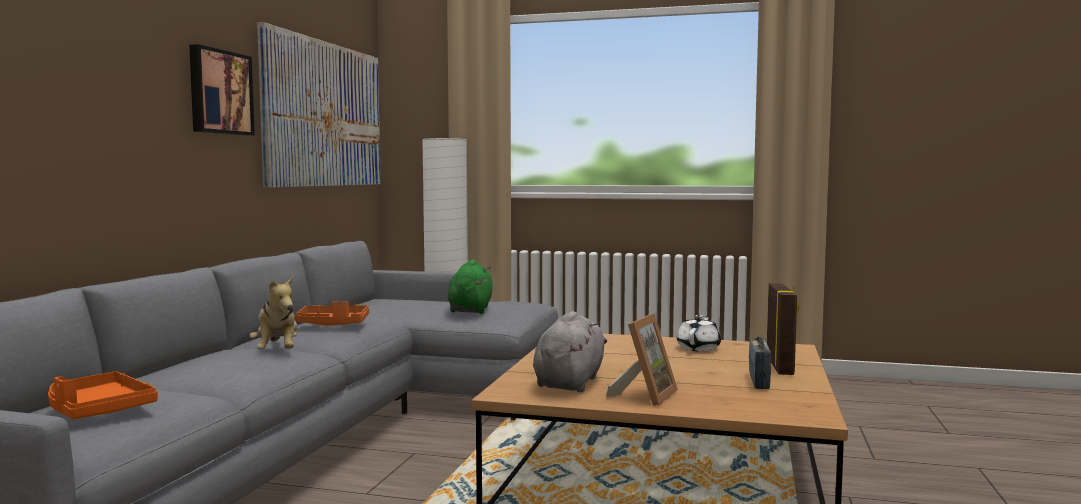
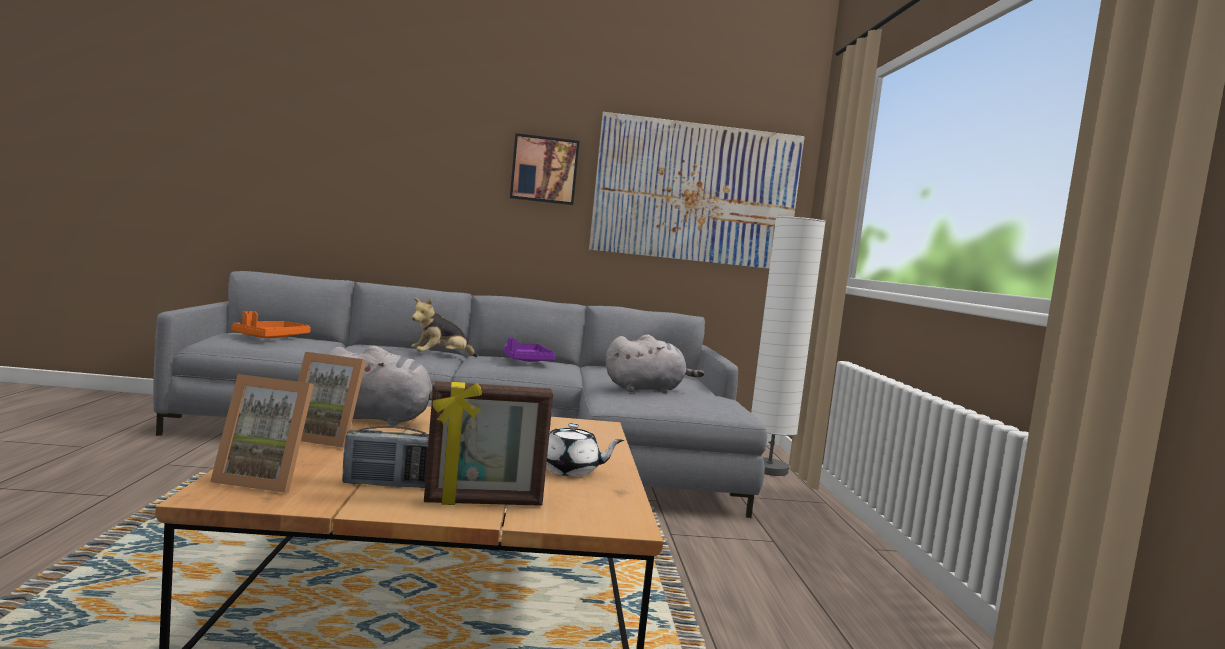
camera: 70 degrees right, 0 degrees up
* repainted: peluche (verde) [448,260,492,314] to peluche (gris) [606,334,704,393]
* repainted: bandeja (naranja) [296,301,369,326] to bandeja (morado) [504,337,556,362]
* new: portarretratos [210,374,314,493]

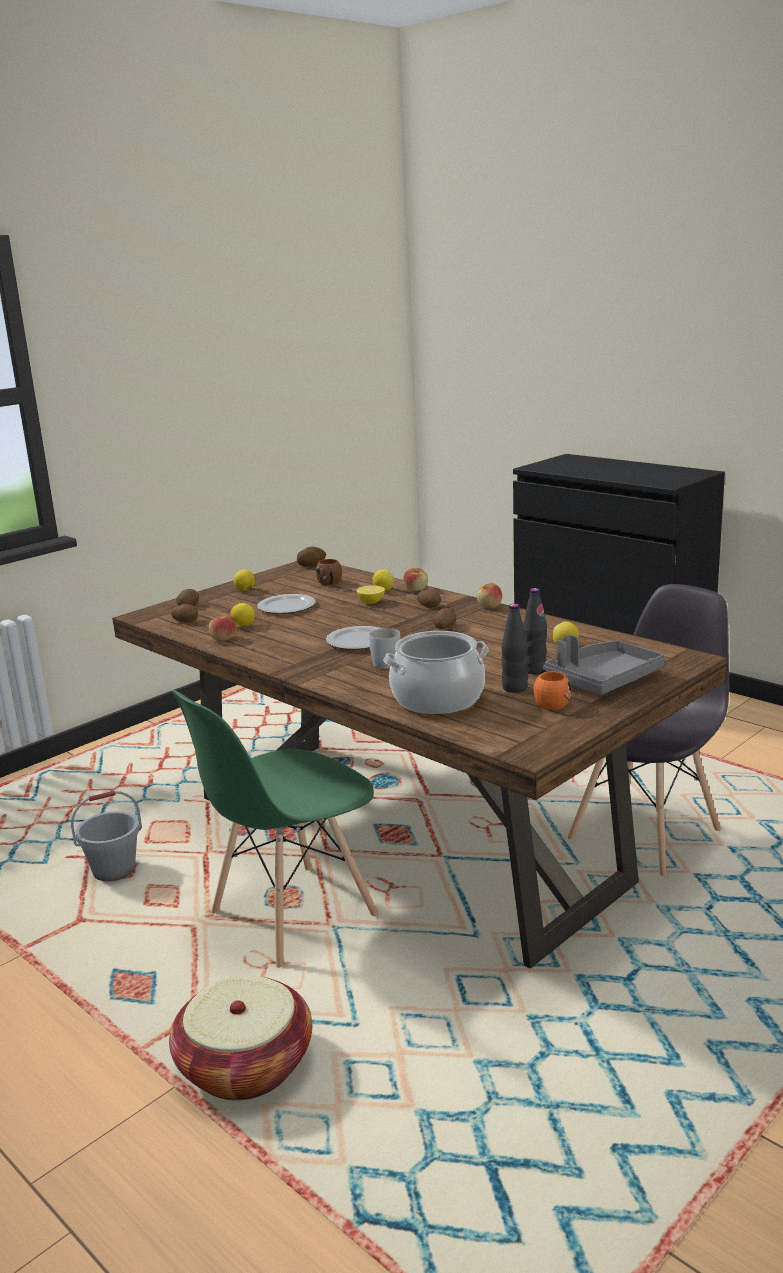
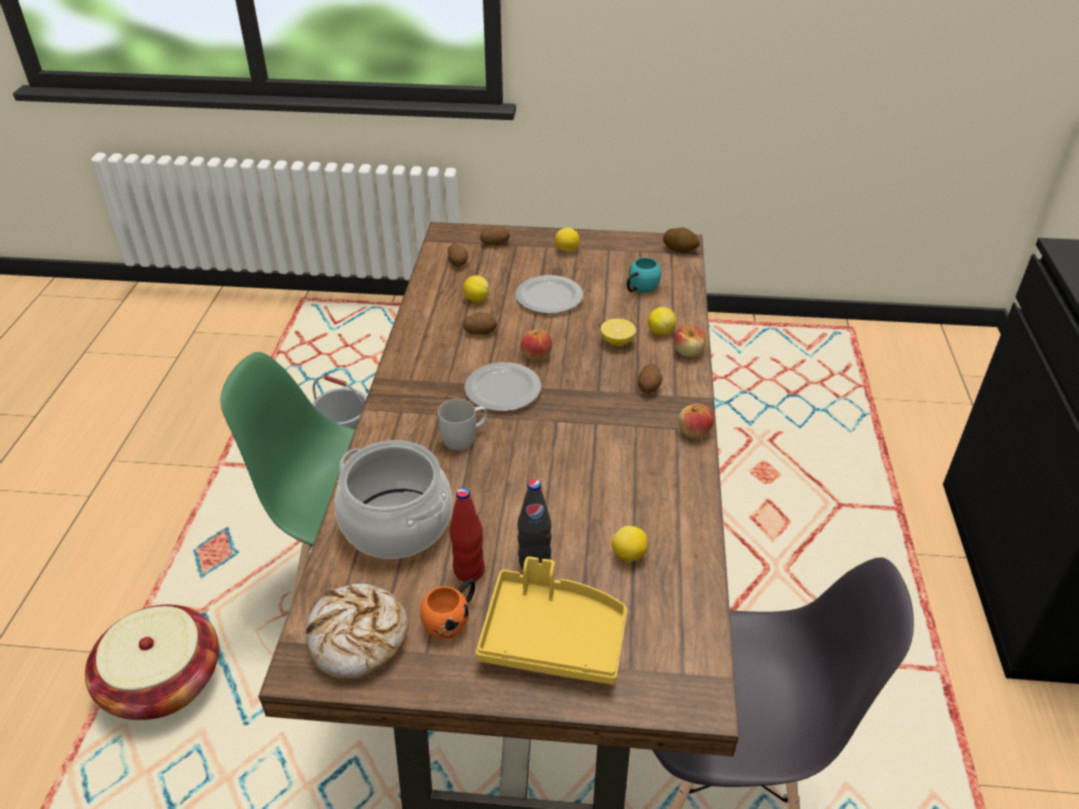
camera: 50 degrees right, 20 degrees up
* repainted: taza grande (marrón) [316,559,342,585] to taza grande (turquesa) [627,258,661,293]
* repainted: botella (negro) [501,604,528,693] to botella (rojo) [450,488,485,582]
* shifted: patata [434,608,456,629] to [464,312,497,334]
* shifted: manzana [209,615,236,641] to [520,330,552,360]
* repainted: bandeja (gris) [543,635,665,695] to bandeja (amarillo) [476,556,627,685]
* new: pan [306,584,408,679]

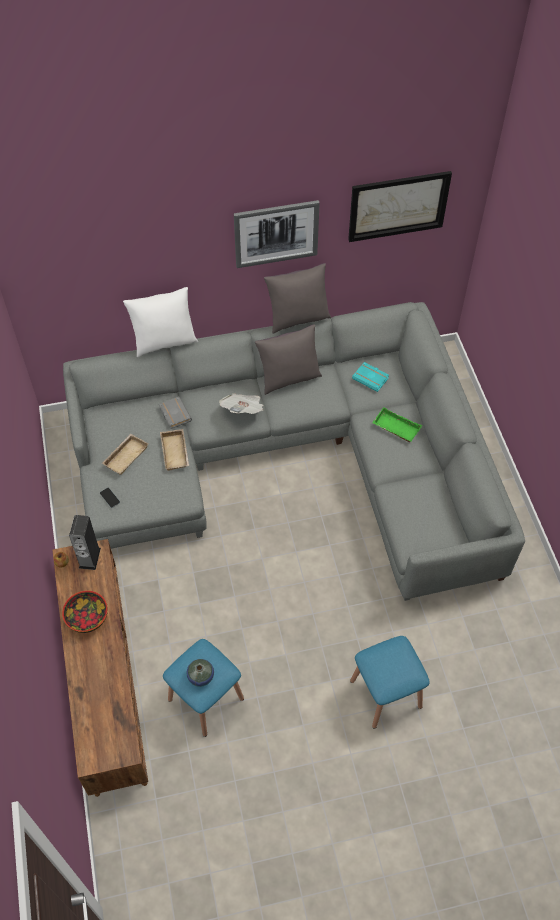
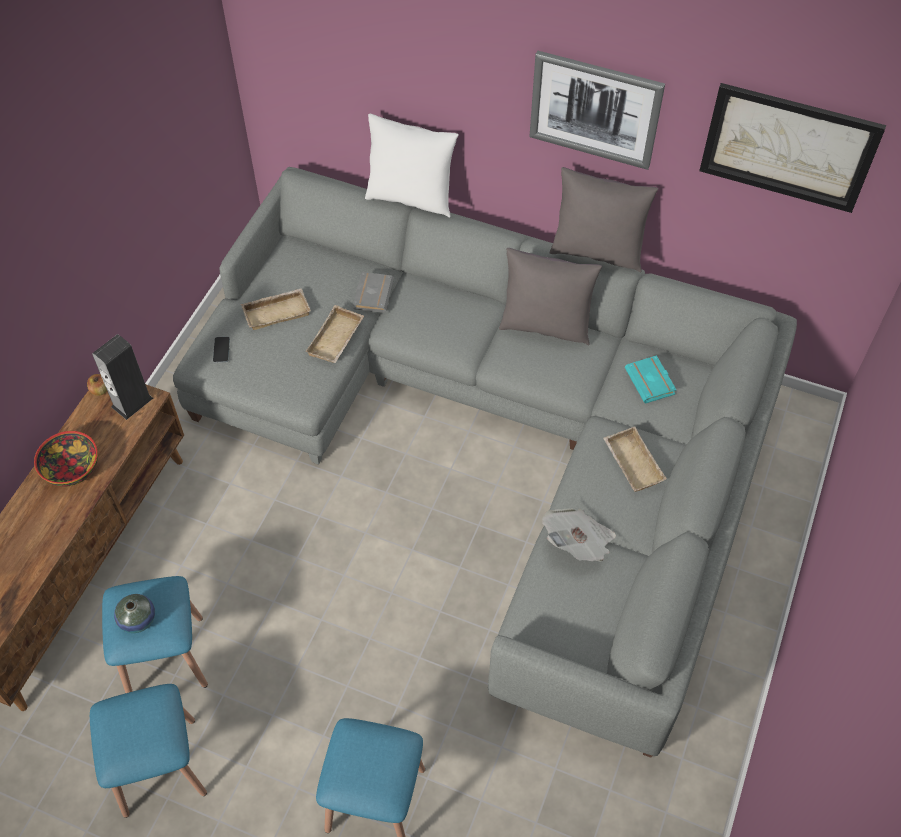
camera: 35 degrees right, 0 degrees up
* shifted: periódico [219,393,264,414] to [542,508,616,562]
* repainted: bandeja (verde) [372,407,422,442] to bandeja (beis) [603,427,667,492]
* new: taburete (azul) [90,684,207,818]

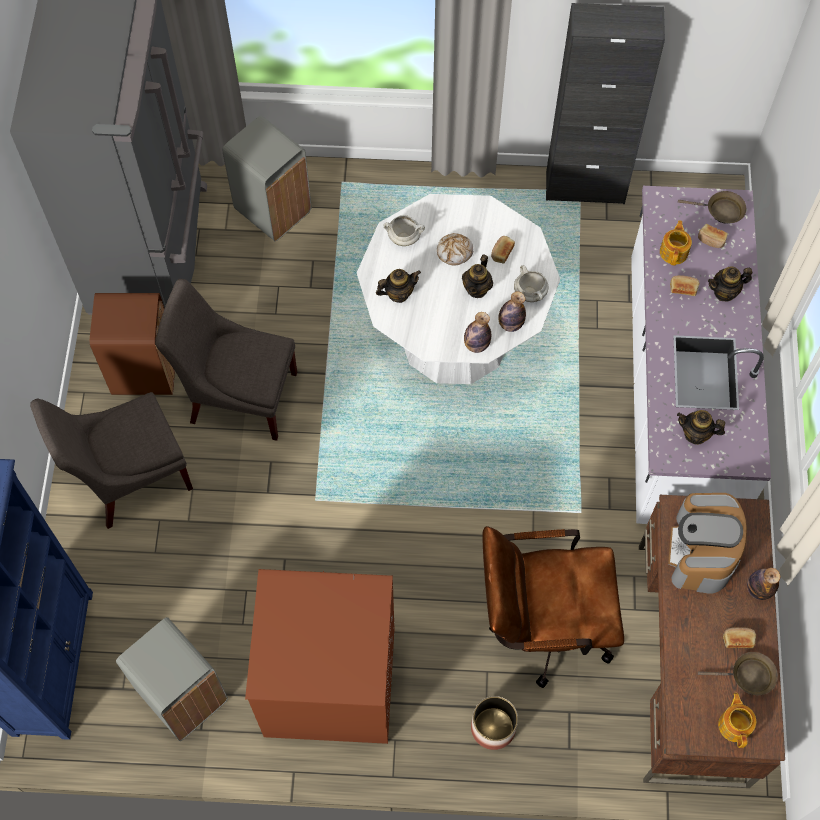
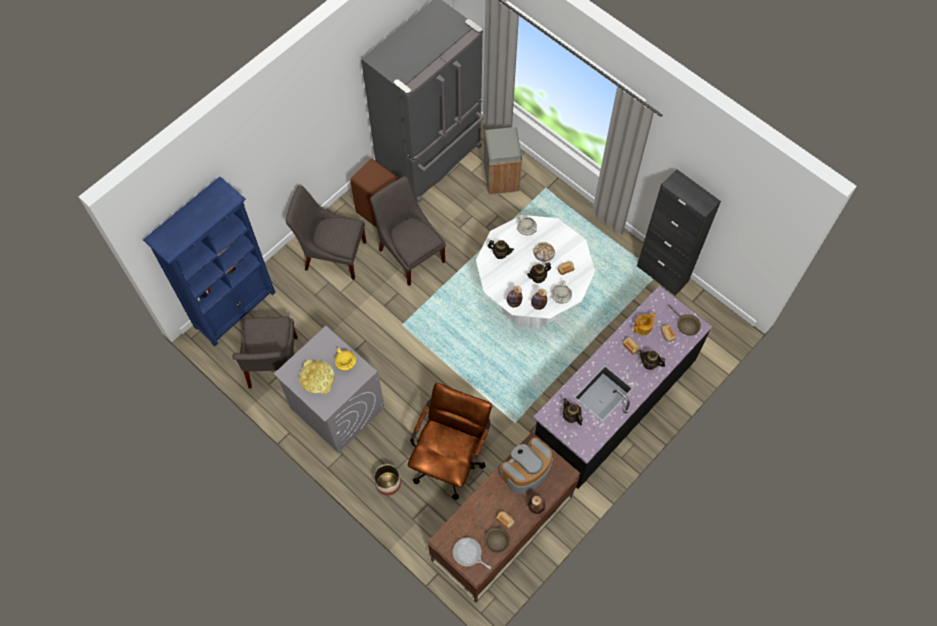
camera: 40 degrees right, 0 degrees up
* repainted: mueble bajo de cocina (blanco) [631,186,771,524] to mueble bajo de cocina (negro) [533,286,712,489]
* rotated: silla de oficina (marrón) [482,526,624,688] = [408,383,492,500] 75 degrees clockwise
* repainted: lavadora (marrón) [245,569,394,744] to lavadora (gris) [274,326,385,453]
* swapped: papelera (gris) [116,617,228,741] to silla (gris) [232,317,298,389]
* swapped: tetera [718,693,756,748] to sartén [453,538,491,569]
* new: olla (amarillo) [335,348,356,371]
* new: bandeja (amarillo) [300,360,335,394]

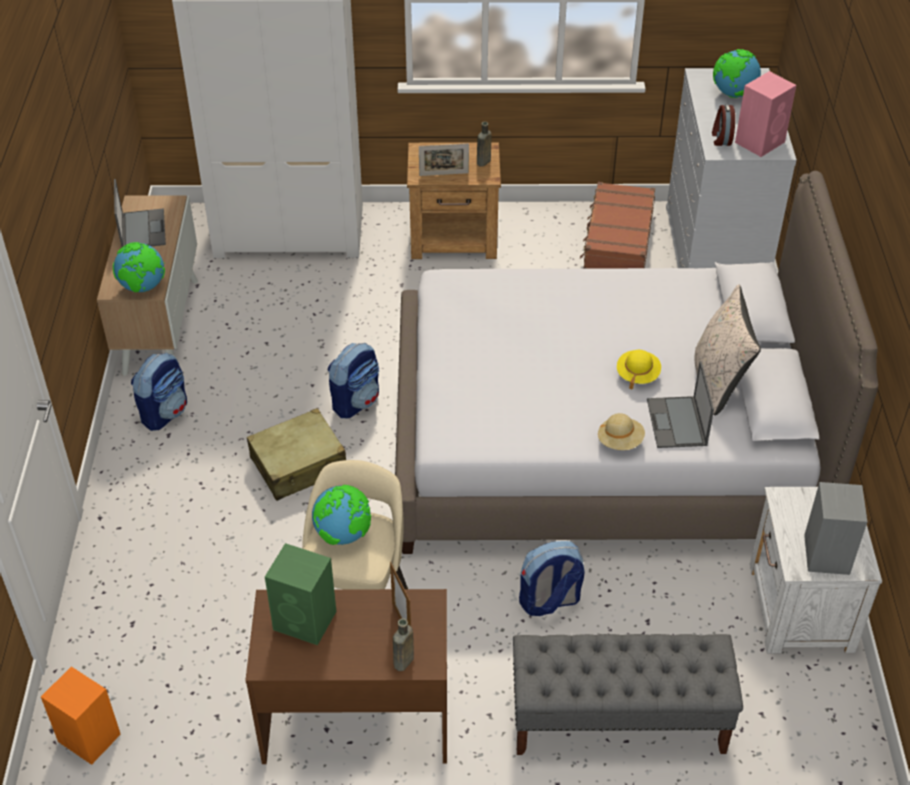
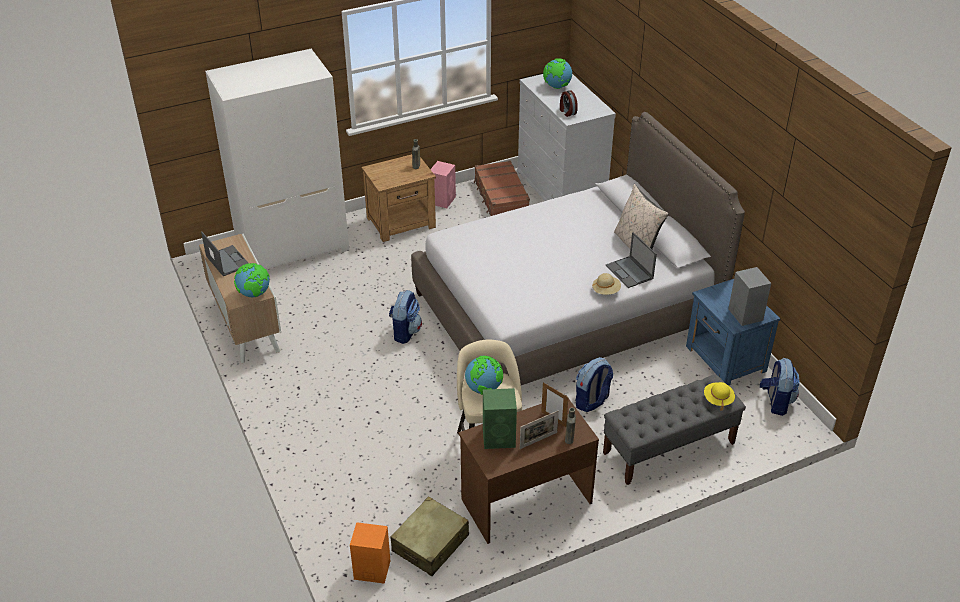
camera: 25 degrees left, 5 degrees down
* shifted: altavoz (rosa) [735,71,796,157] to [430,161,456,208]
* shifted: portarretratos [419,143,469,176] to [520,410,559,449]
* shifted: sombrero (amarillo) [617,350,661,390] to [704,382,735,411]
* shifted: mochila [131,352,187,431] to [760,358,800,416]
* shifted: maleta (beis) [247,408,346,501] to [391,496,469,576]
* repainted: mesita de noche (blanco) [750,487,882,653] to mesita de noche (azul) [686,279,780,386]

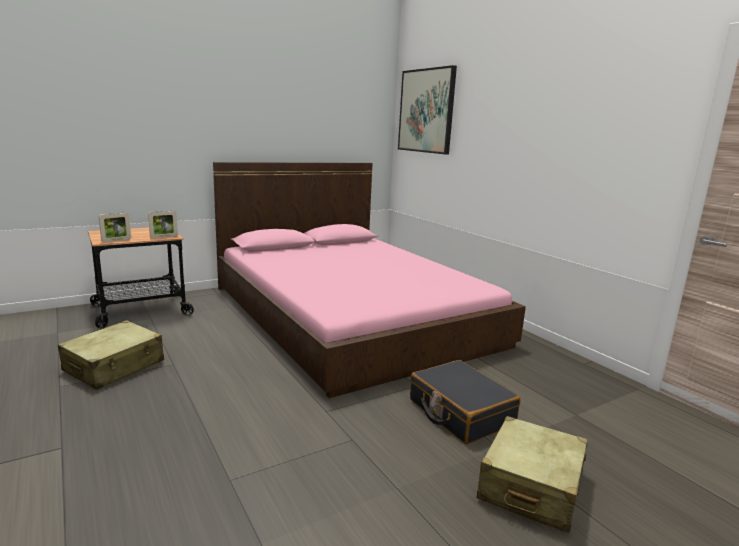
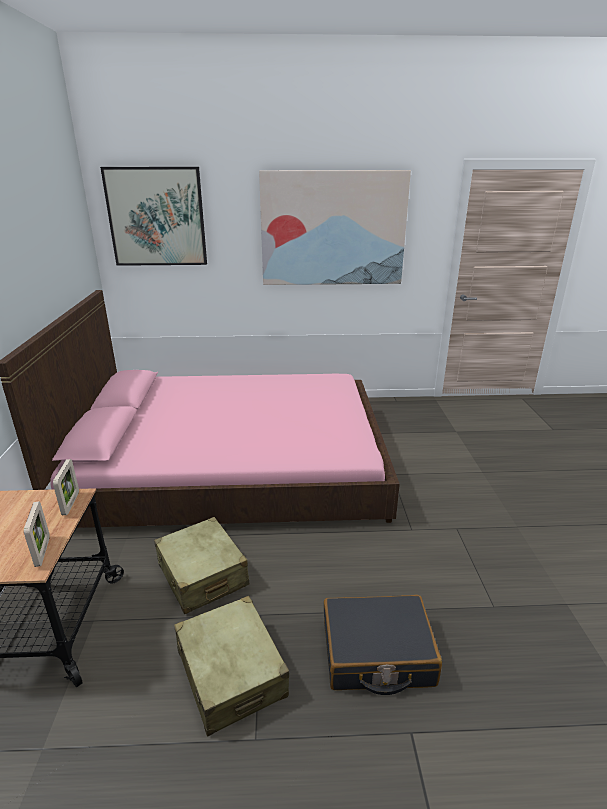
camera: 60 degrees left, 10 degrees up
* shifted: maleta (negro) [410,360,520,444] to [324,595,442,695]
* shifted: maleta (beis) [477,416,588,533] to [154,517,249,614]
* new: cuadro [259,170,411,285]

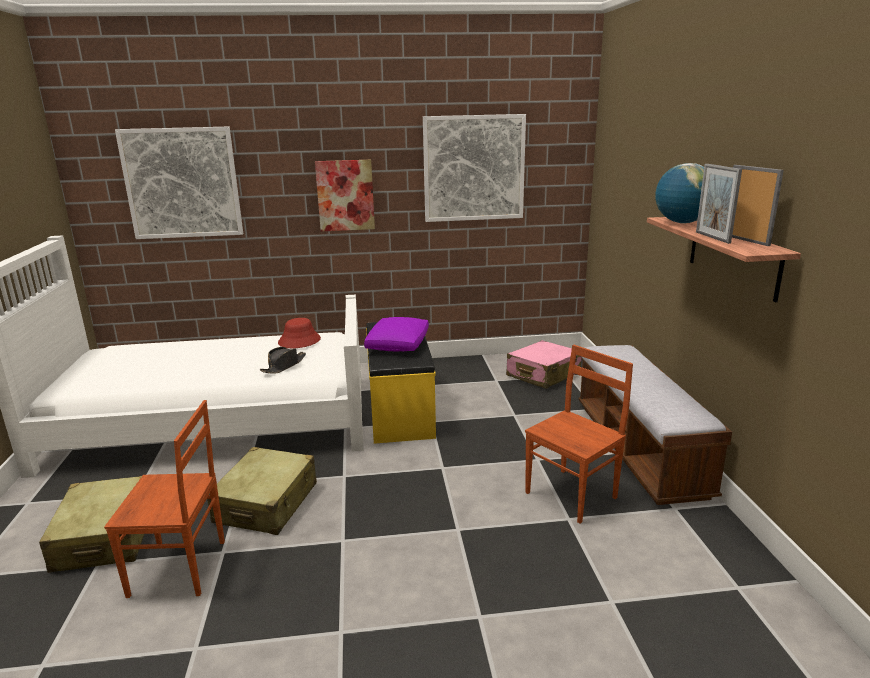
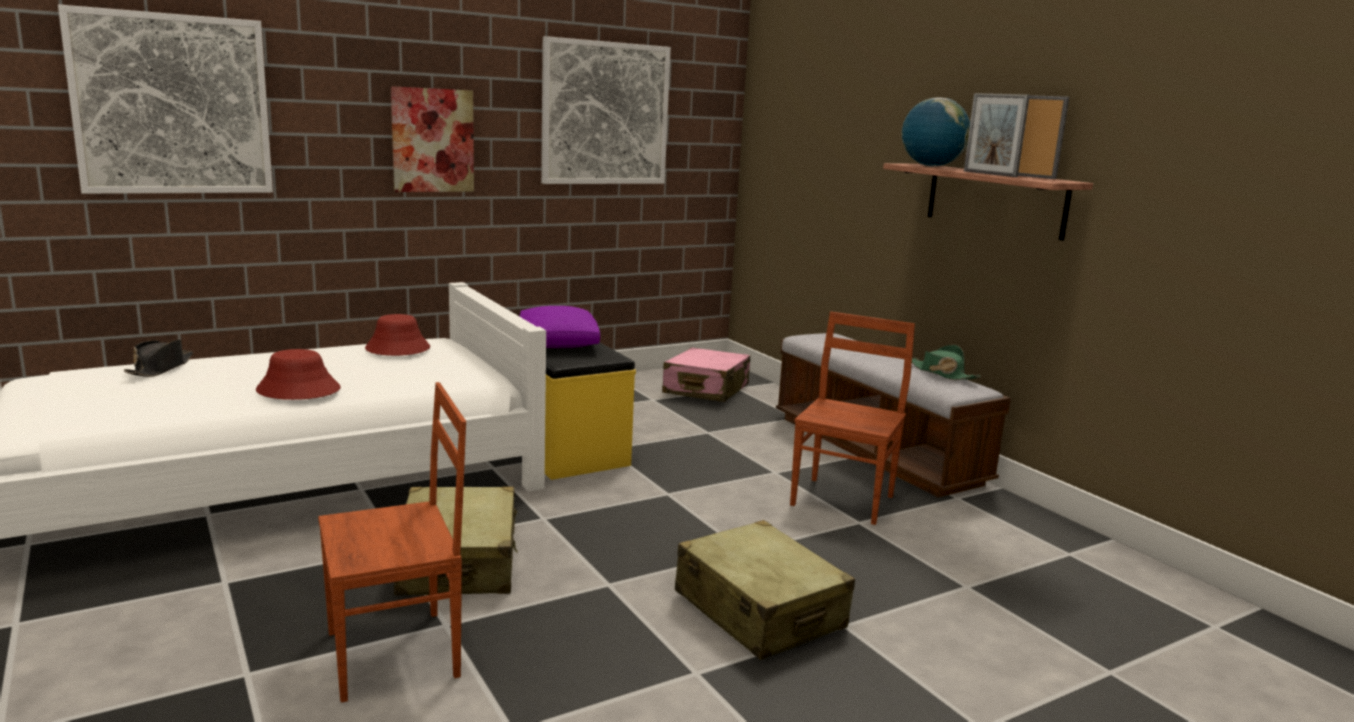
camera: 25 degrees left, 5 degrees down
* shifted: sombrero (negro) [260,347,306,374] to [124,339,193,377]
* shifted: maleta (beis) [39,476,144,573] to [675,520,855,660]
* new: sombrero (verde) [912,345,981,380]
* new: sombrero (rojo) [256,349,341,400]

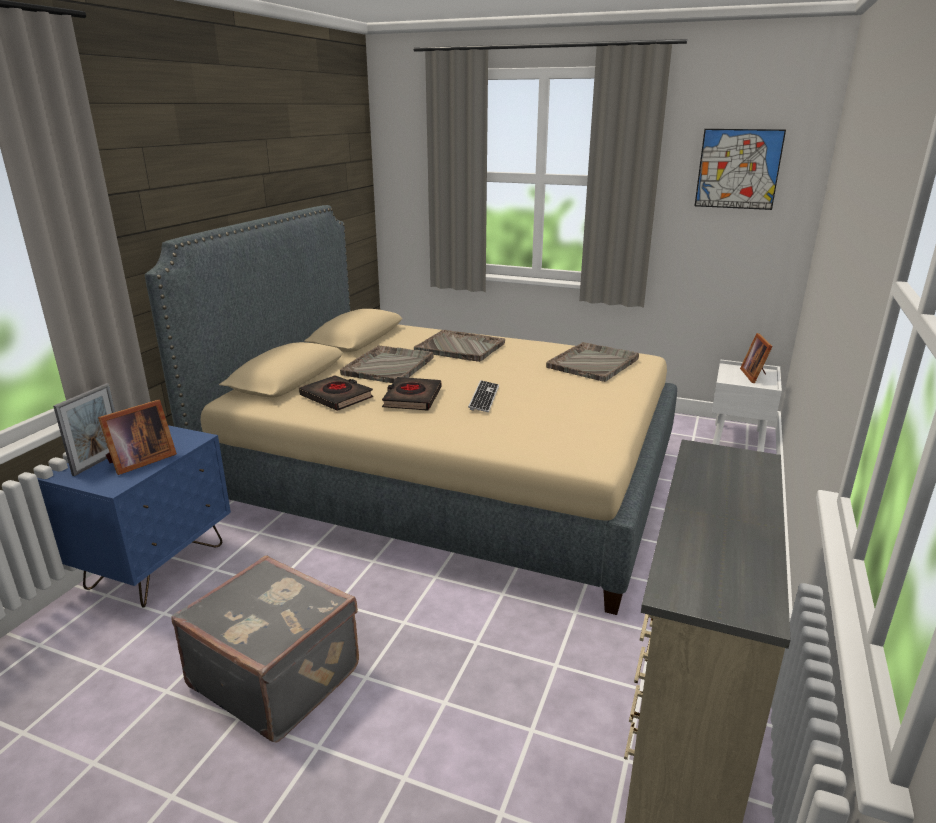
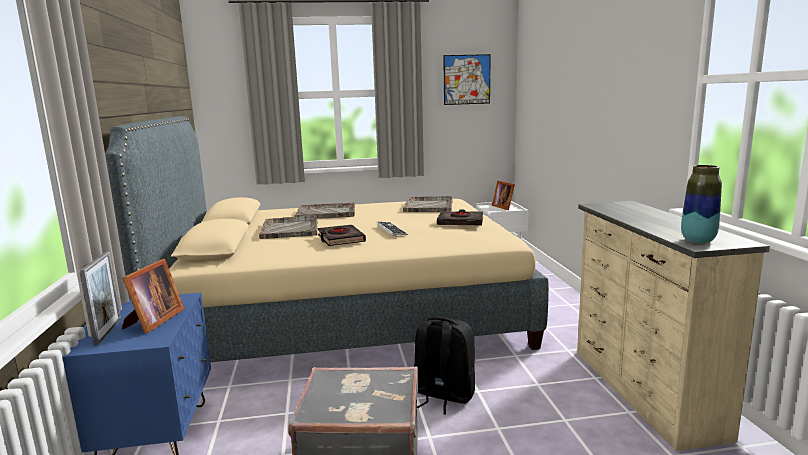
camera: 30 degrees left, 10 degrees down
* shifted: libro (negro) [299,375,373,411] to [437,210,483,225]
* new: florero [681,165,722,243]
* new: mochila (negro) [414,317,475,415]

